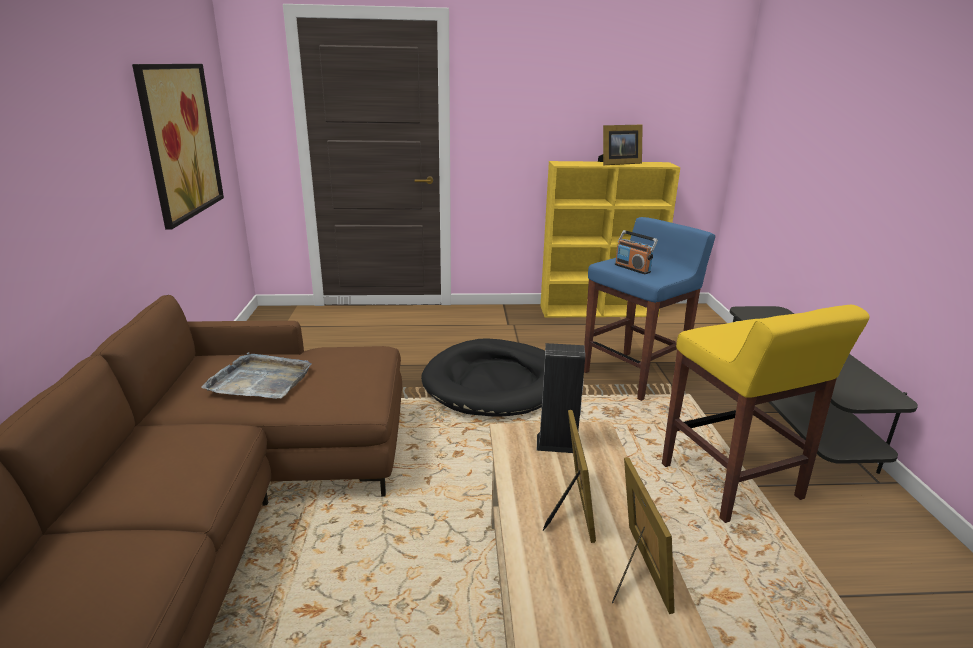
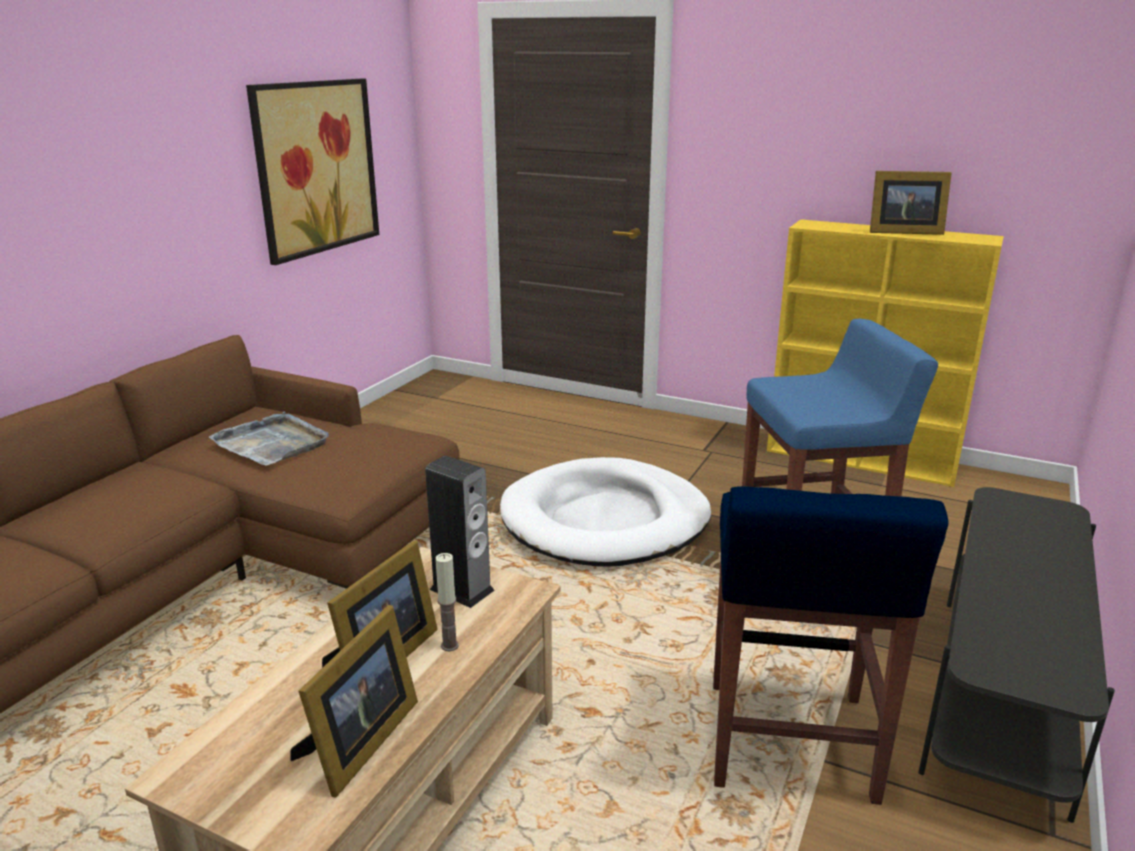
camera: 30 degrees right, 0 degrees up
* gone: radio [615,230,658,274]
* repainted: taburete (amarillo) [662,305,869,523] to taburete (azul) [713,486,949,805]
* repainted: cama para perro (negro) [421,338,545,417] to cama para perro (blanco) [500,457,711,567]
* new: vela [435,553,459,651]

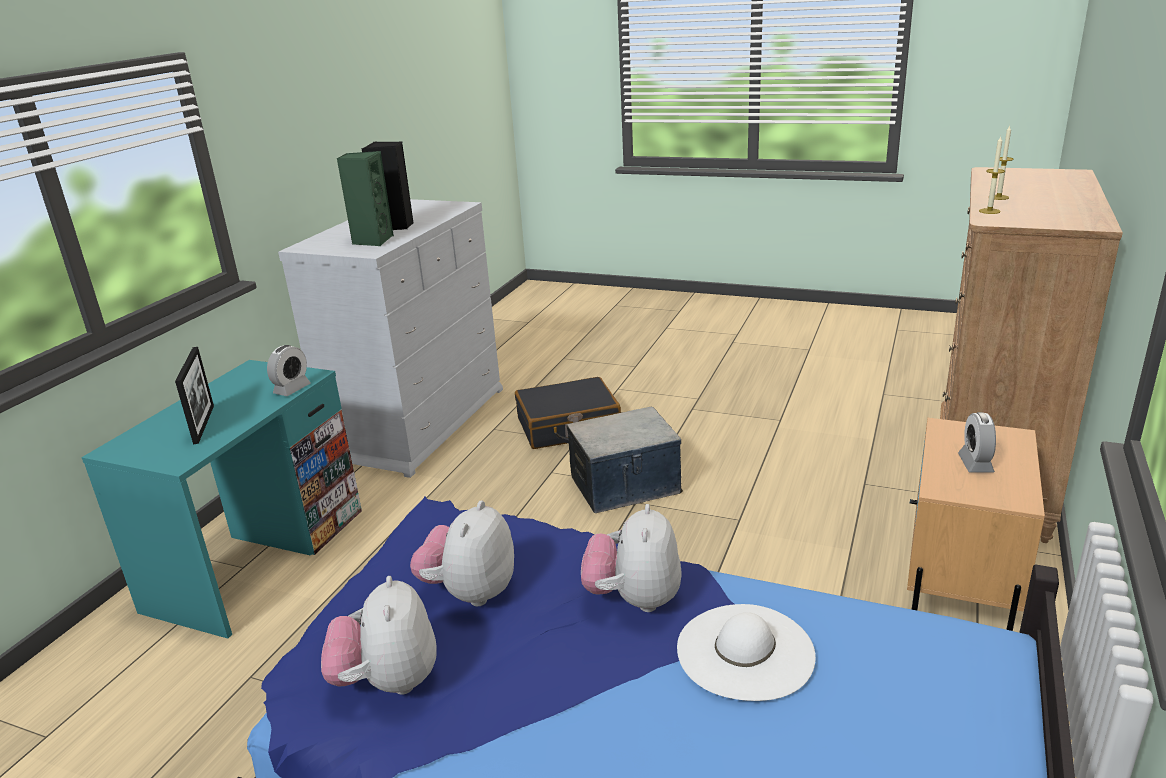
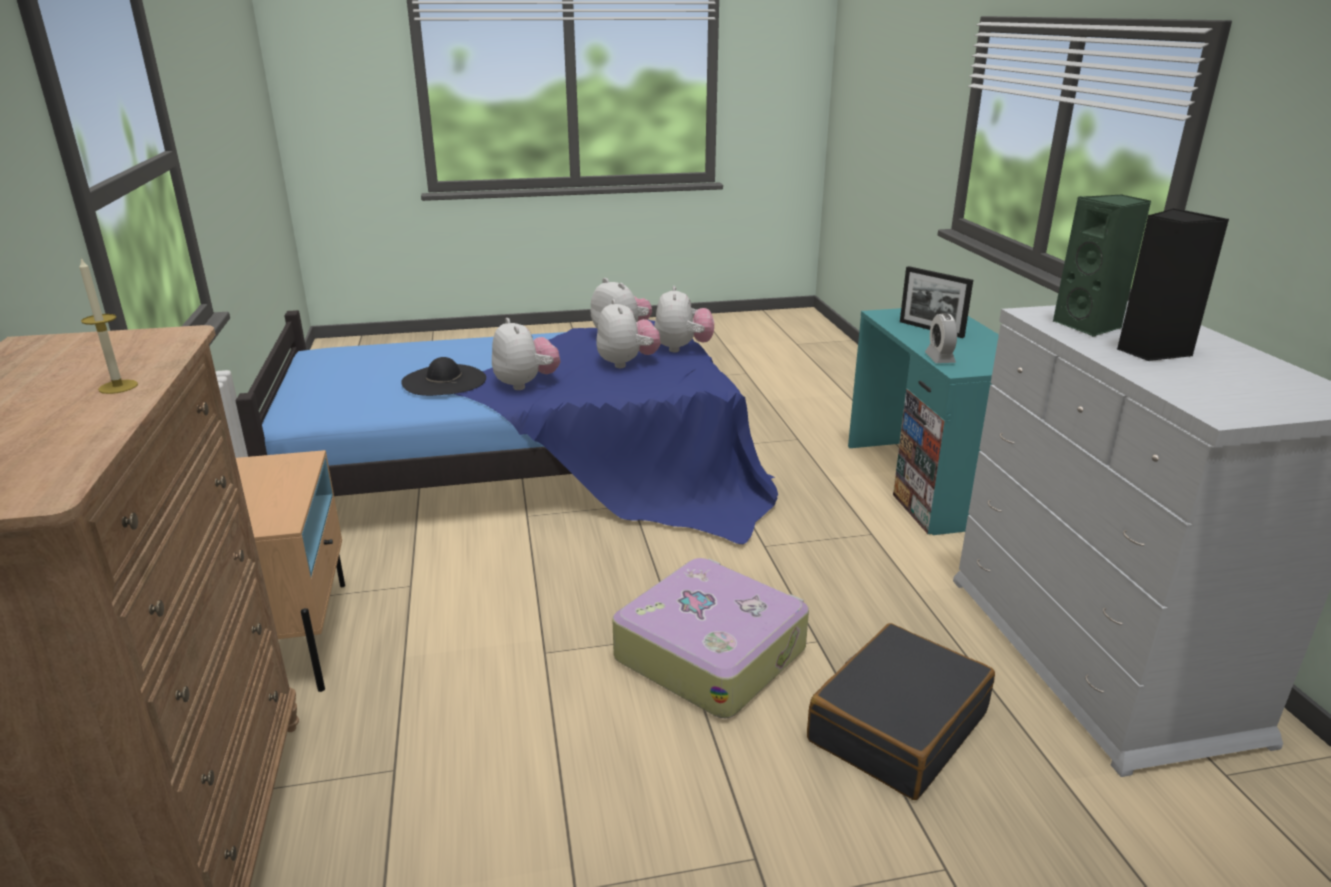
camera: 145 degrees right, 0 degrees up
* gone: vela [979,137,1005,214]
* swapped: caja de almacenaje [567,407,683,513] to maleta [612,558,809,718]
* gone: despertador [958,412,996,473]
* repainted: sombrero (blanco) [677,604,816,701] to sombrero (negro) [401,357,486,396]
* new: peluche [654,286,714,352]

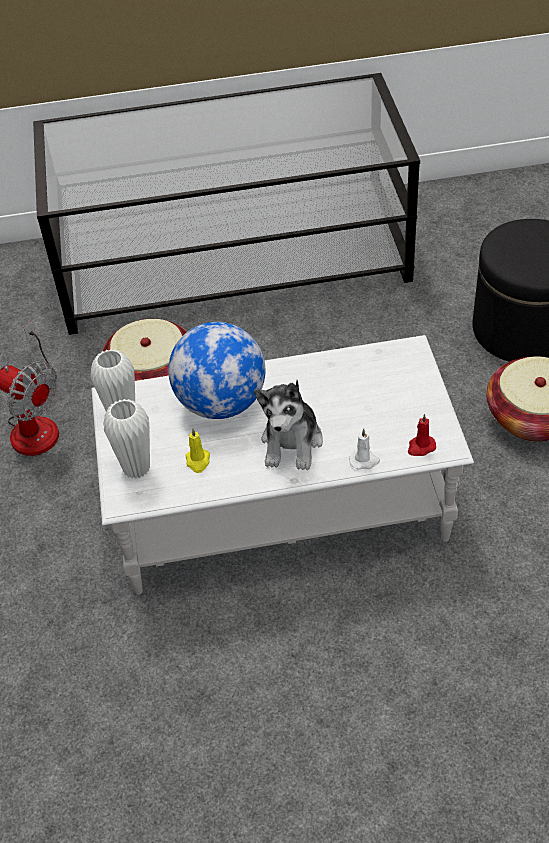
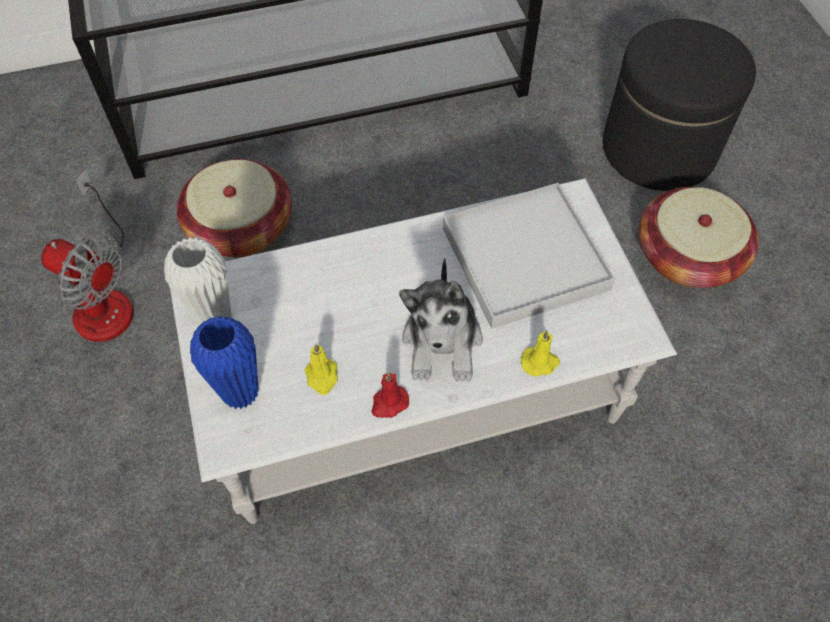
camera: 10 degrees left, 10 degrees up
* gone: globo terráqueo [168,322,265,419]
* repainted: florero (blanco) [103,399,150,479] to florero (azul) [190,316,259,409]
* shifted: vela (rojo) [408,414,436,456] to [371,372,409,418]
* repainted: vela (blanco) [349,429,380,470] to vela (amarillo) [521,330,560,377]
* new: bandeja (blanco) [443,183,616,329]

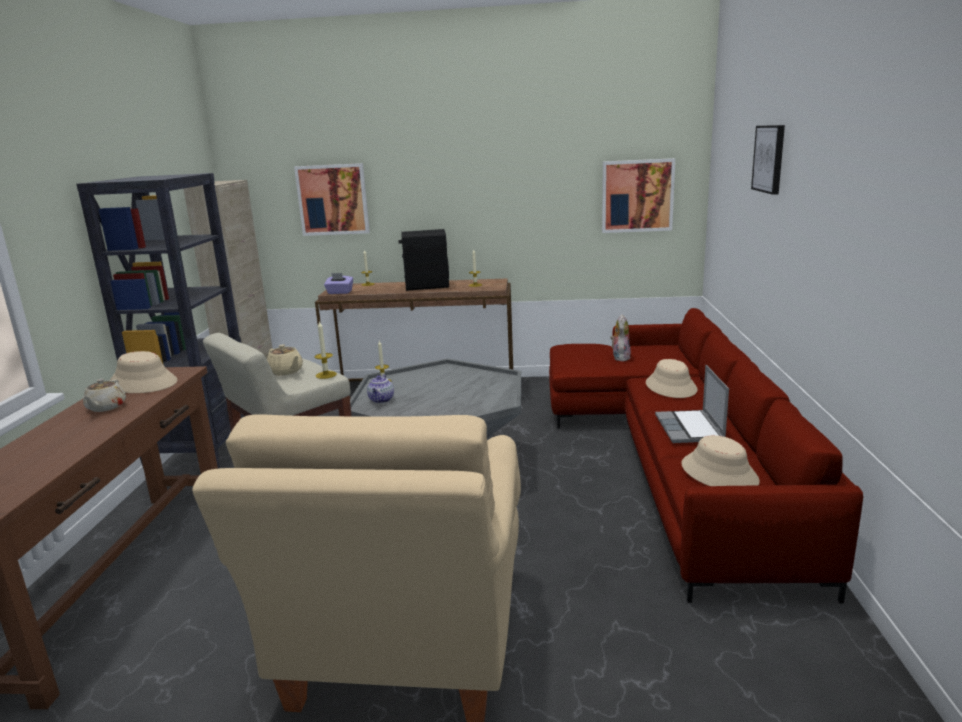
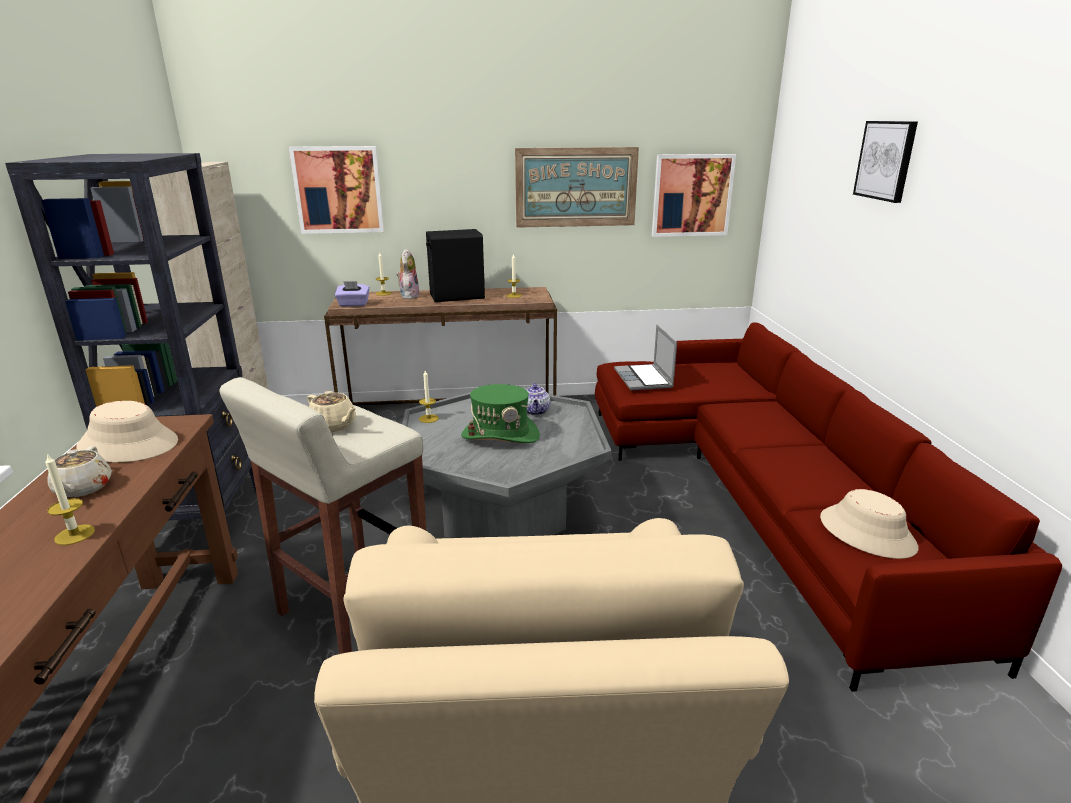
camera: 10 degrees left, 5 degrees up
* shifted: peluche [610,314,631,362] to [396,249,420,299]
* shifted: vela [315,321,337,379] to [45,453,95,545]
* gone: sombrero (beis) [646,359,698,398]
* shifted: portátil [655,365,729,443] to [614,324,677,390]
* shifted: tetera [367,374,394,403] to [526,383,550,415]
* new: cuadro [515,147,639,228]
* new: sombrero (verde) [461,384,540,443]

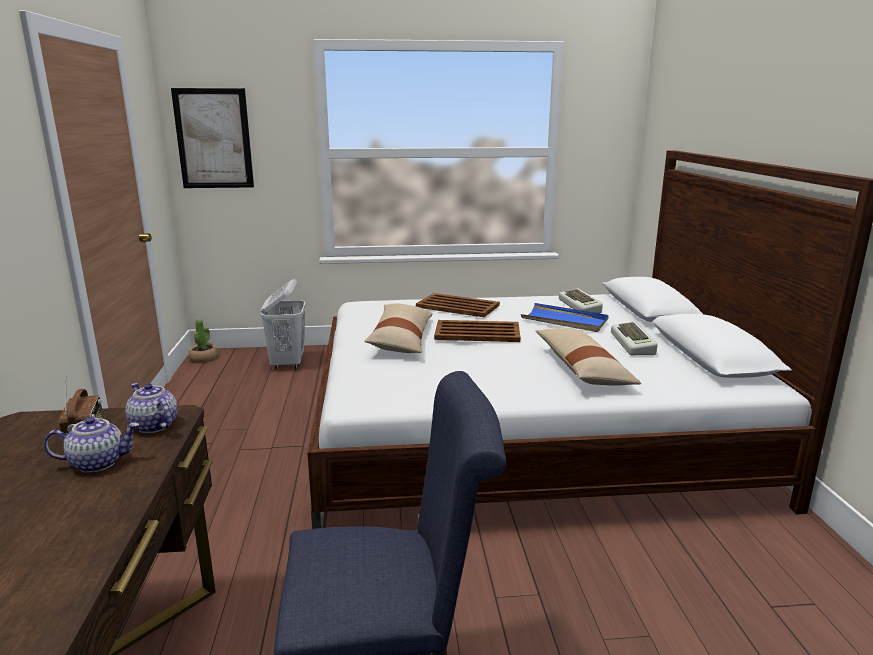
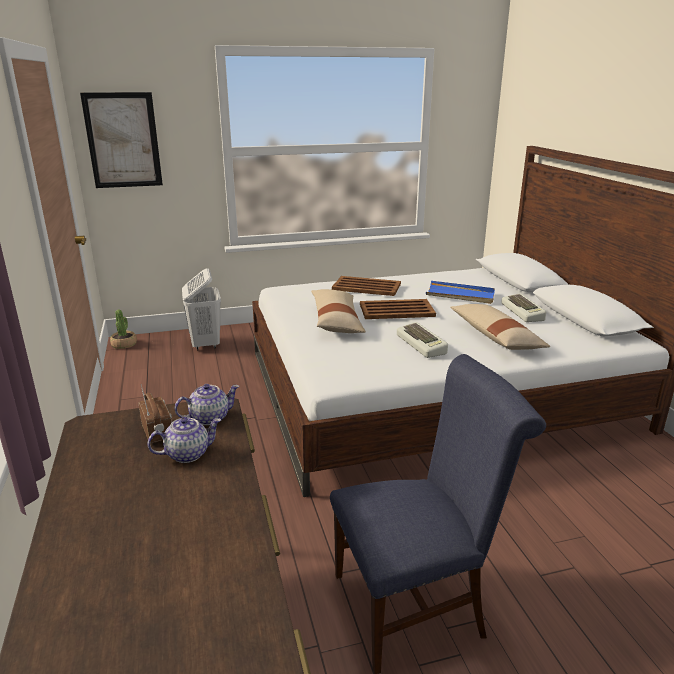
camera: 10 degrees left, 5 degrees up
* shifted: teclado [559,288,603,314] to [397,322,448,358]
* rotated: tetera [125,383,178,433] = [174,384,239,425] 120 degrees clockwise

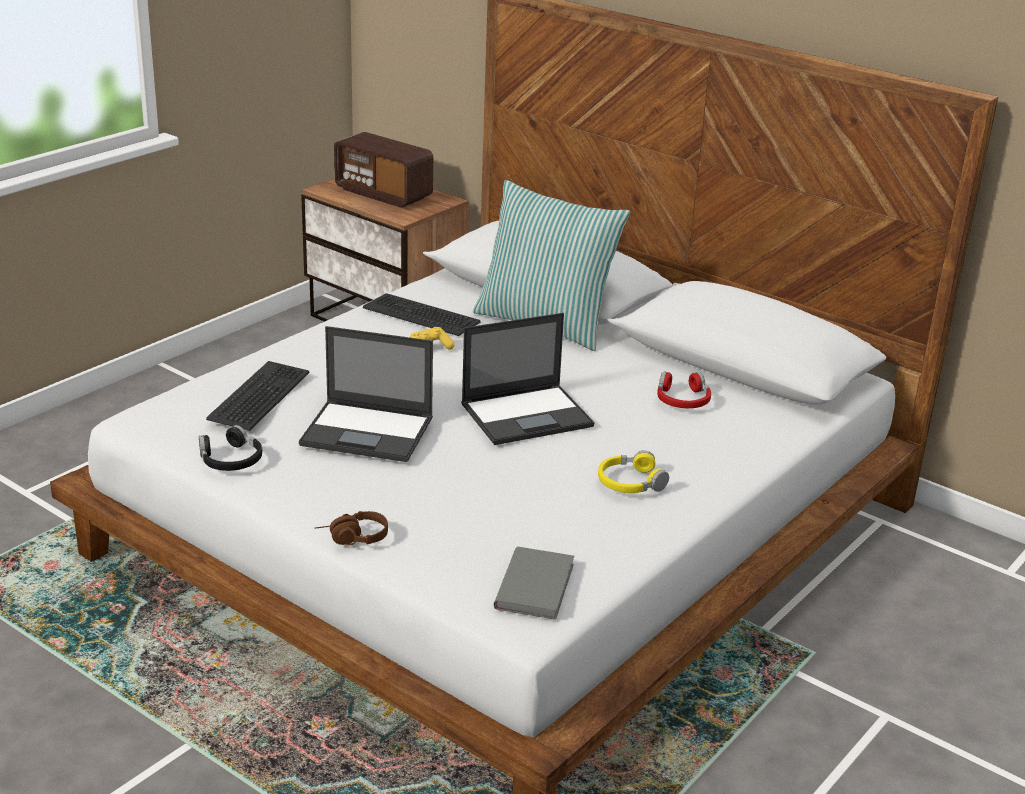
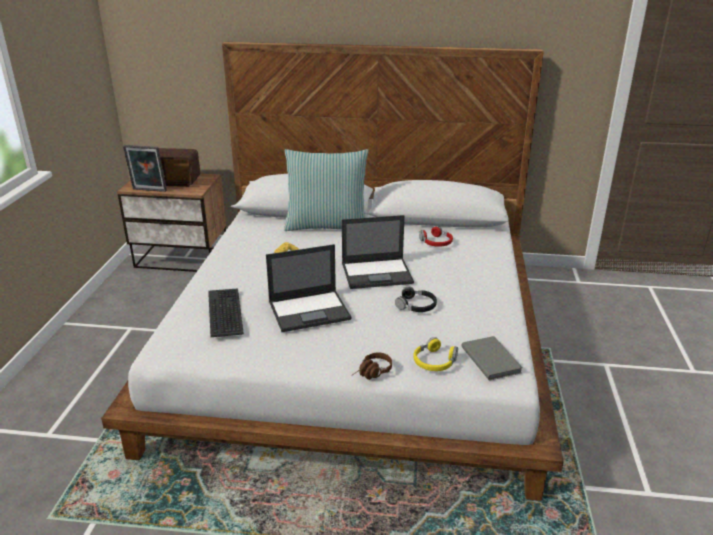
camera: 30 degrees left, 0 degrees up
* gone: teclado [363,293,481,336]
* rotated: portátil [461,313,594,445] = [342,215,414,289] 45 degrees clockwise
* shifted: auriculares (negro) [199,425,262,471] to [395,286,437,312]
* shifted: auriculares (amarillo) [598,450,669,493] to [413,337,458,371]
* new: portarretratos [123,145,167,192]

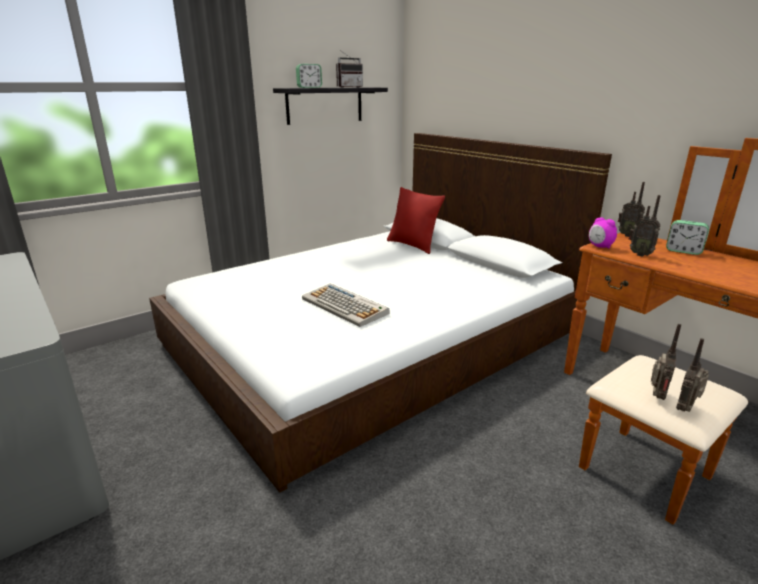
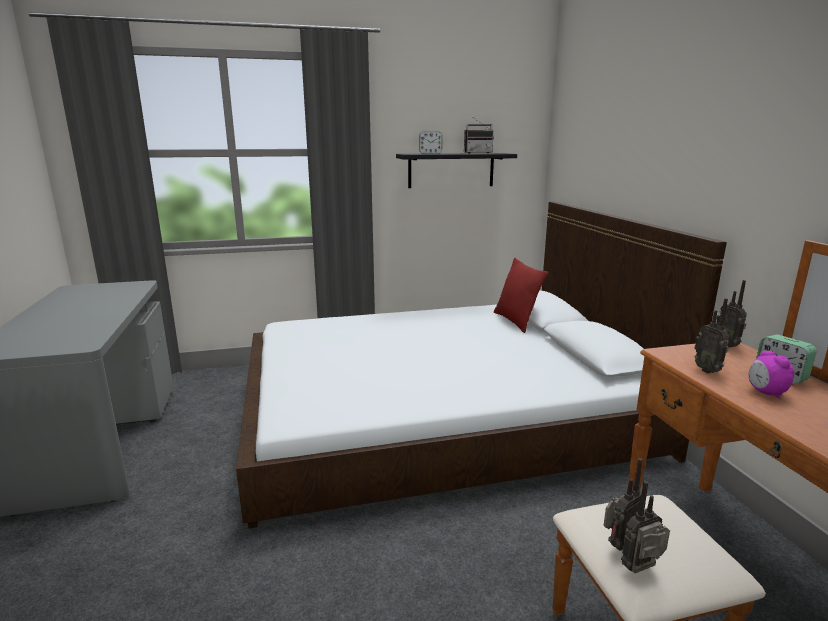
camera: 25 degrees right, 5 degrees down
* shifted: despertador [589,217,617,249] to [749,351,794,398]
* gone: teclado [302,283,390,327]

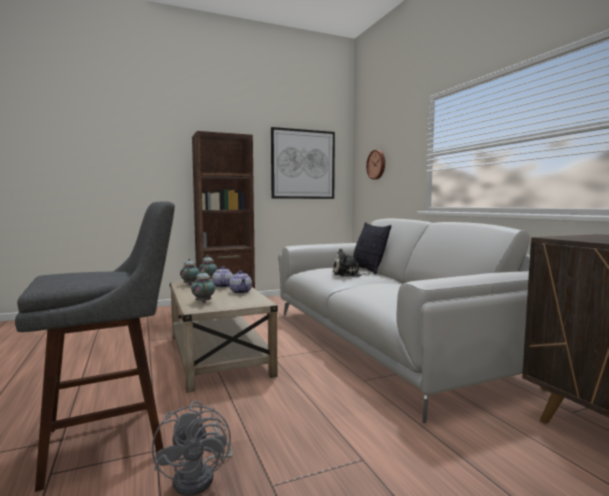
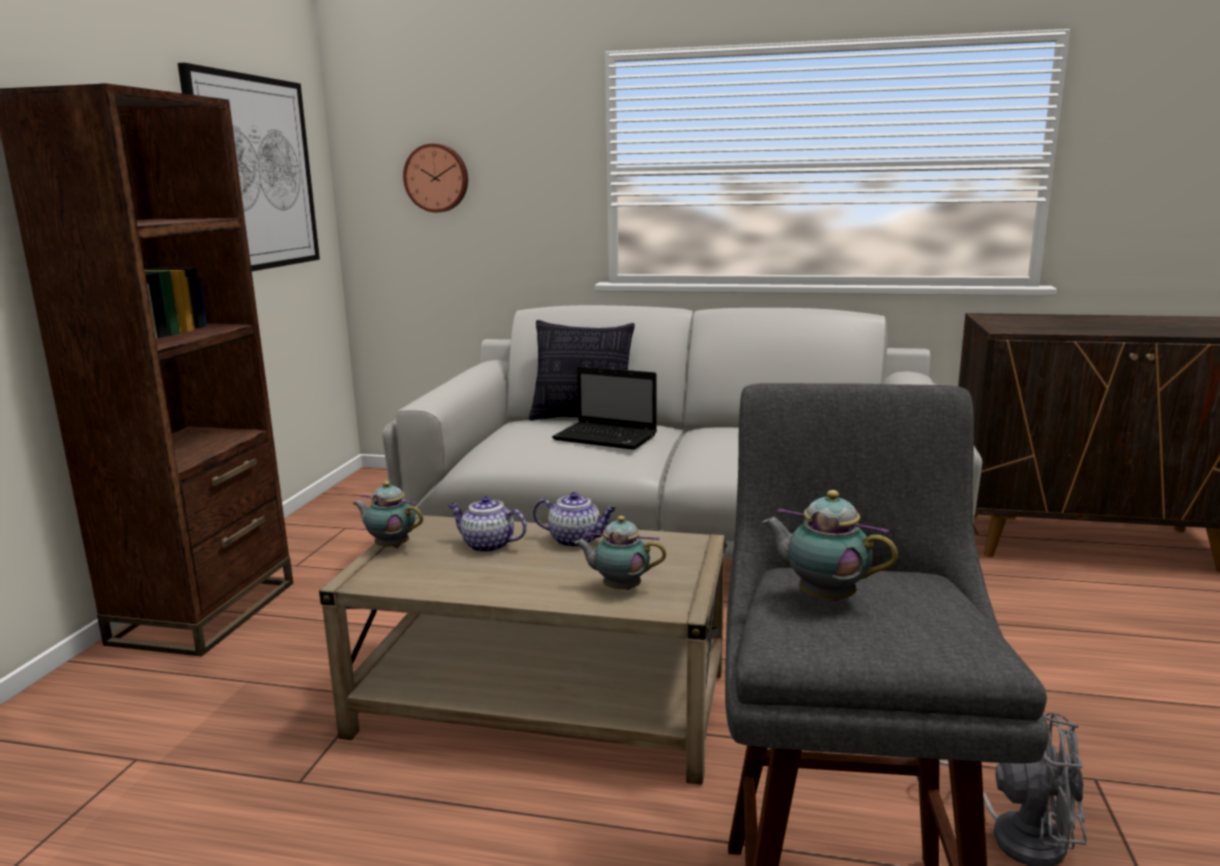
camera: 55 degrees left, 10 degrees up
* swapped: peluche [332,248,371,277] to portátil [552,366,657,450]
* shifted: tetera [180,258,200,285] to [762,490,898,601]

